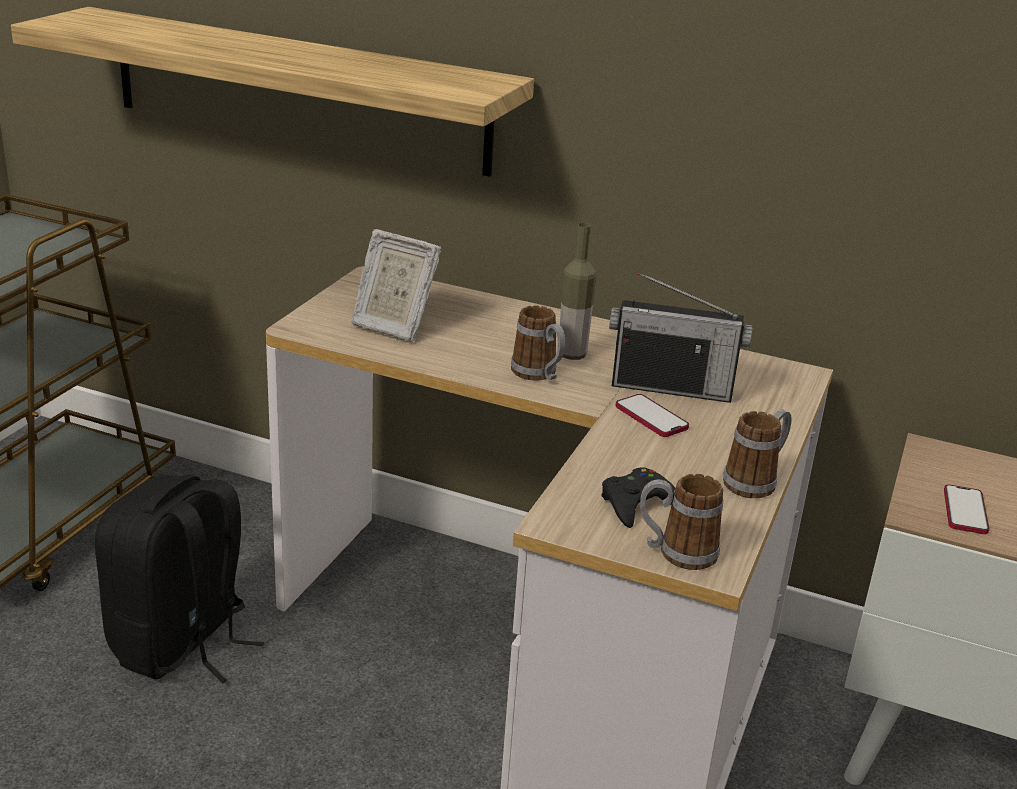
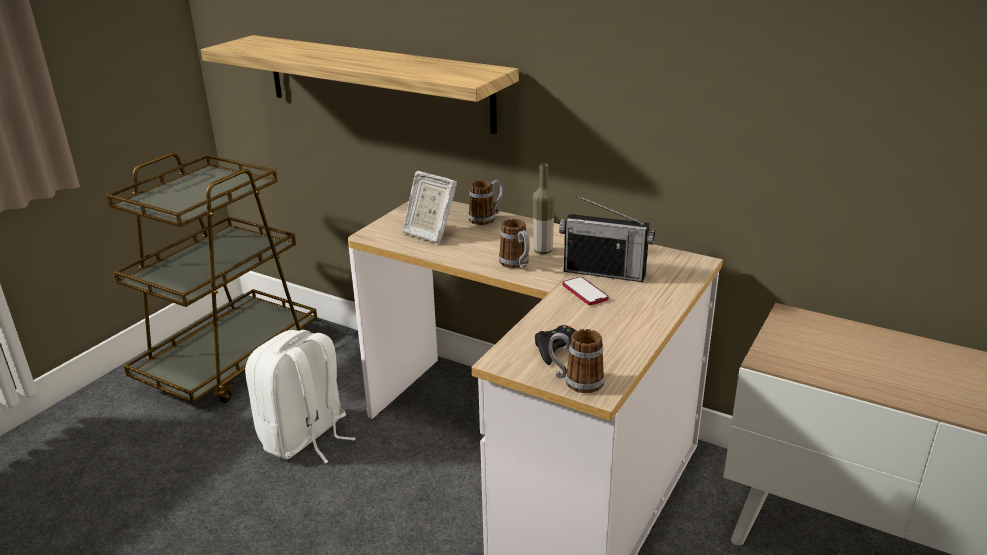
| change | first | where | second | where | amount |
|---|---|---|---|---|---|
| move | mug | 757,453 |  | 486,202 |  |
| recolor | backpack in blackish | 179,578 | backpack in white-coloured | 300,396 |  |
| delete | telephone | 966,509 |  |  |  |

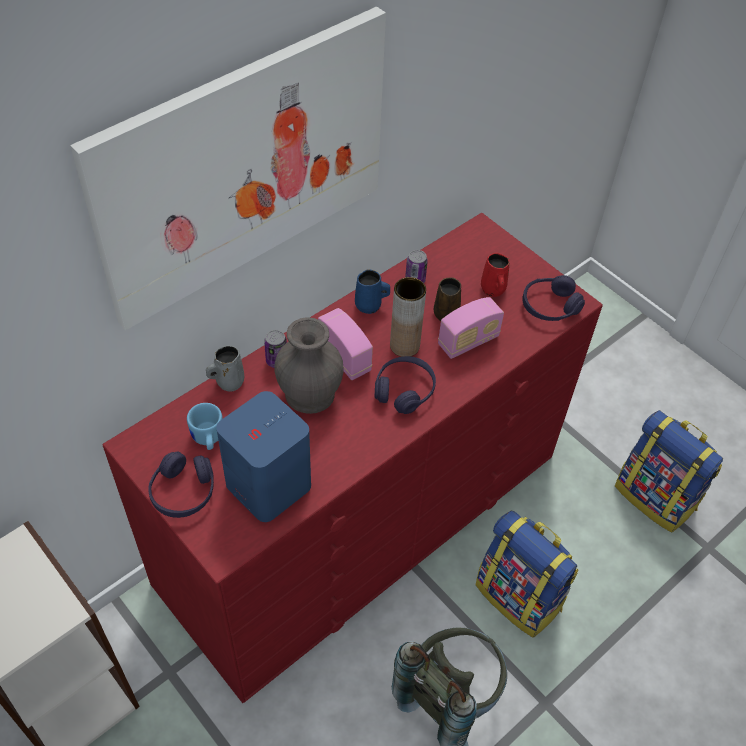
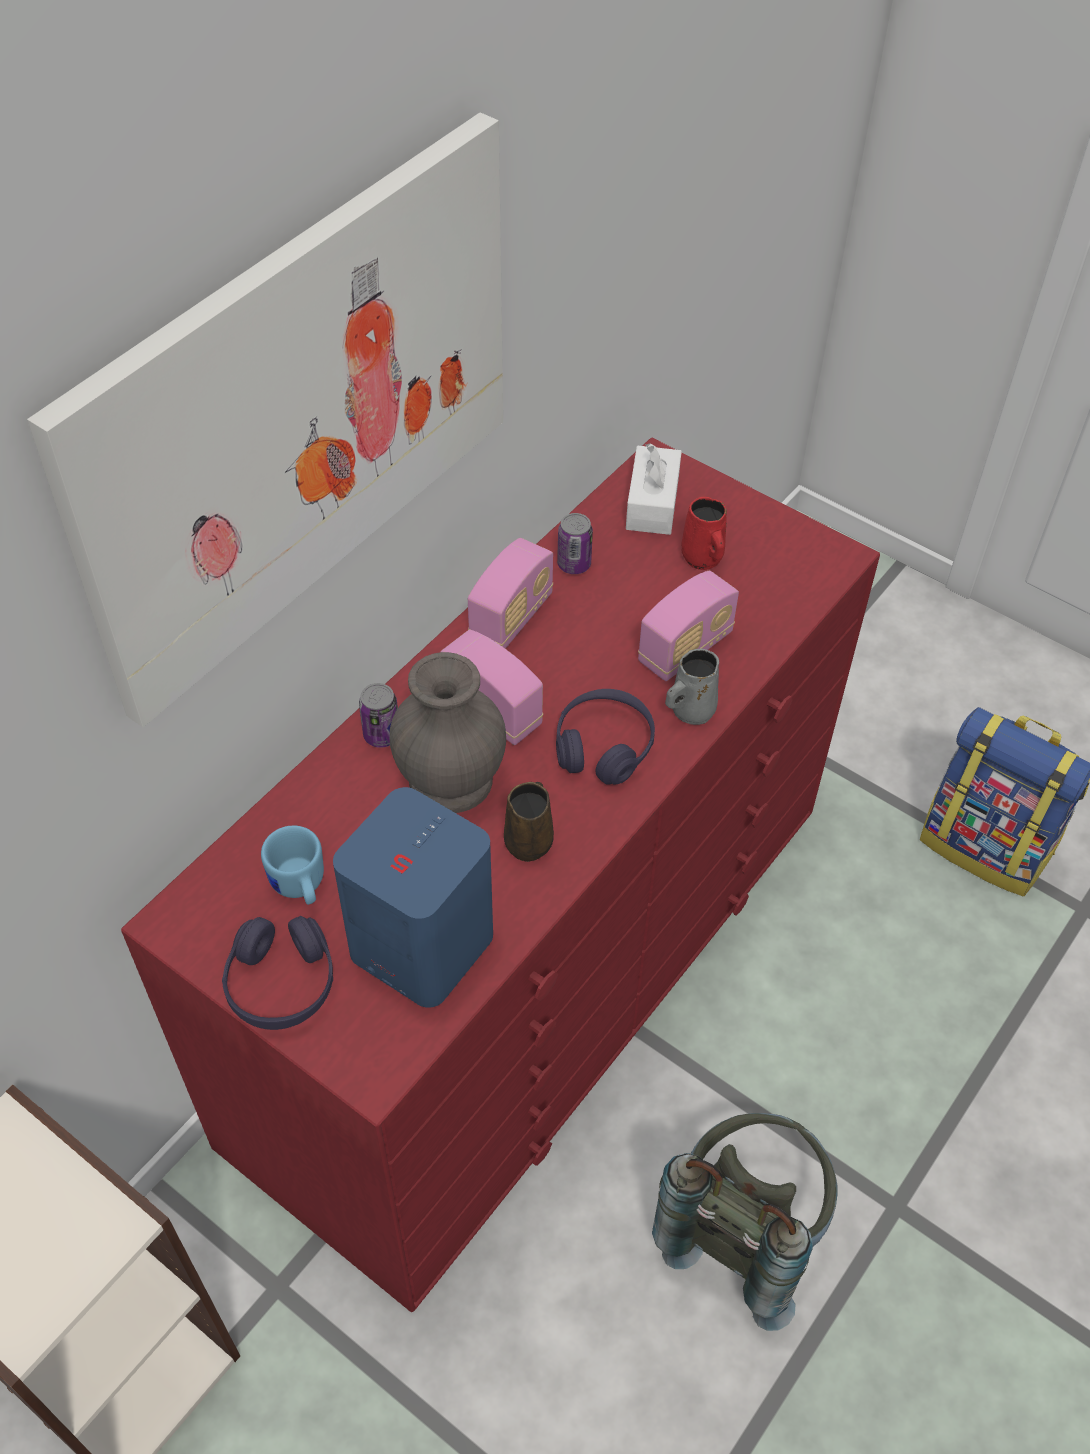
| change | first | where | second | where | amount |
|---|---|---|---|---|---|
| replace | mug in blue | 372,291 | radio | 510,593 |  |
| delete | headset in purplish | 553,298 |  |  |  |
| delete | flower vase in brownish | 408,317 |  |  |  |
| move | mug in brownish | 447,299 |  | 529,822 |  |
| move | mug in gray | 225,368 |  | 692,687 |  |
| delete | backpack | 527,574 |  |  |  |
| insert |  |  | tissue box in white-coloured | 654,489 |  |

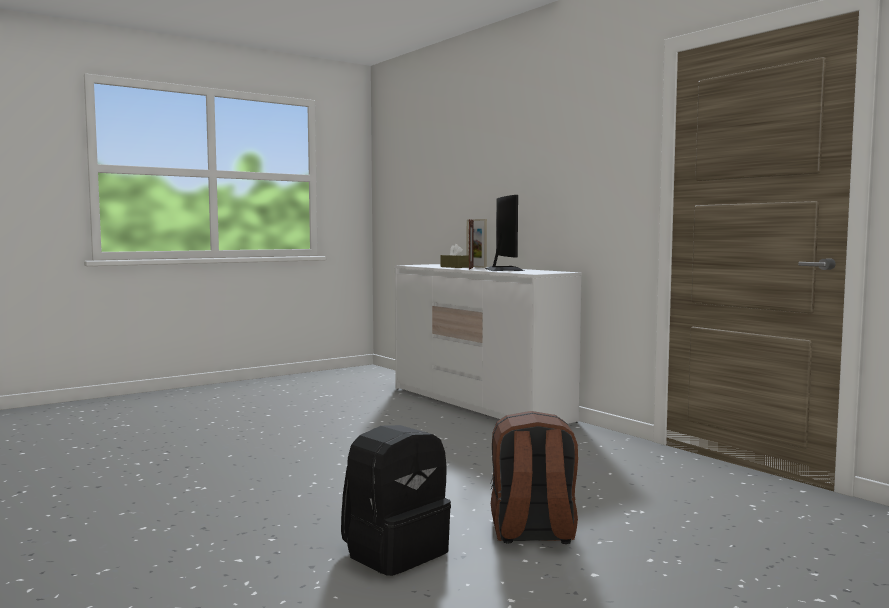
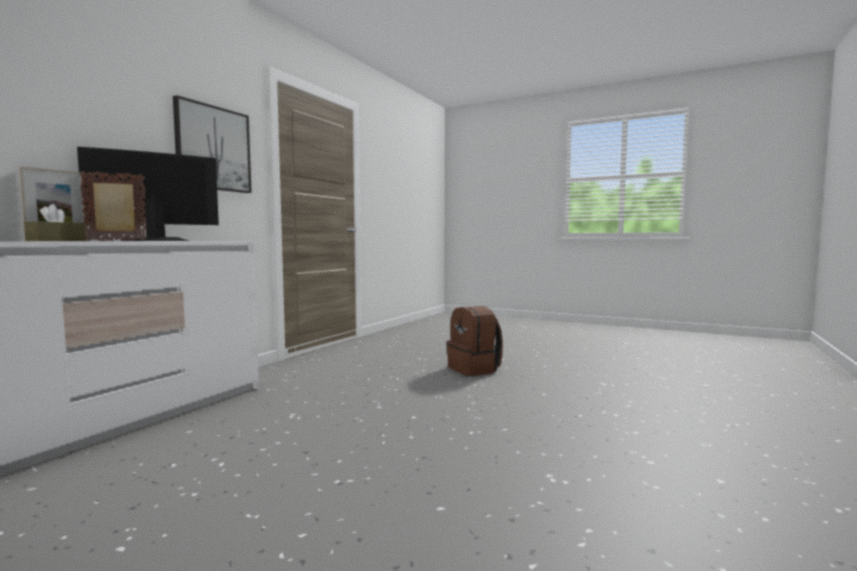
| change | first | where | second | where | amount |
|---|---|---|---|---|---|
| delete | backpack in blackish | 396,500 |  |  |  |
| insert |  |  | picture | 212,144 |  |

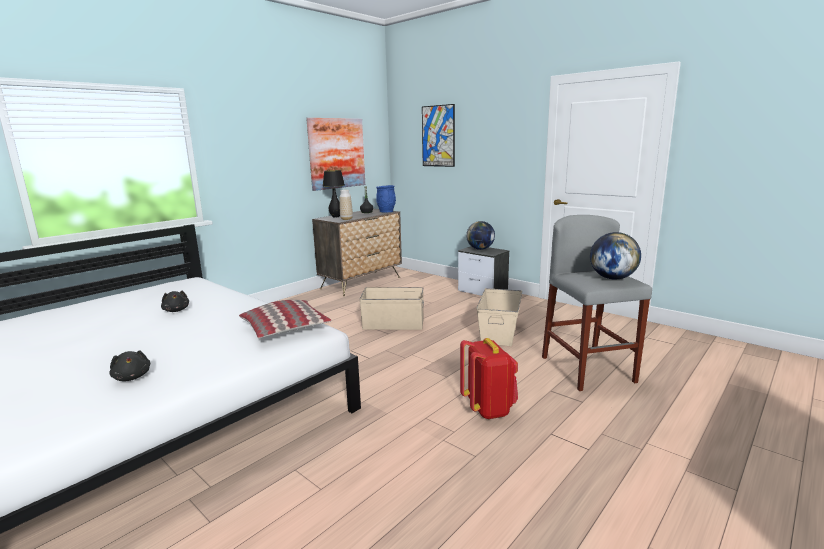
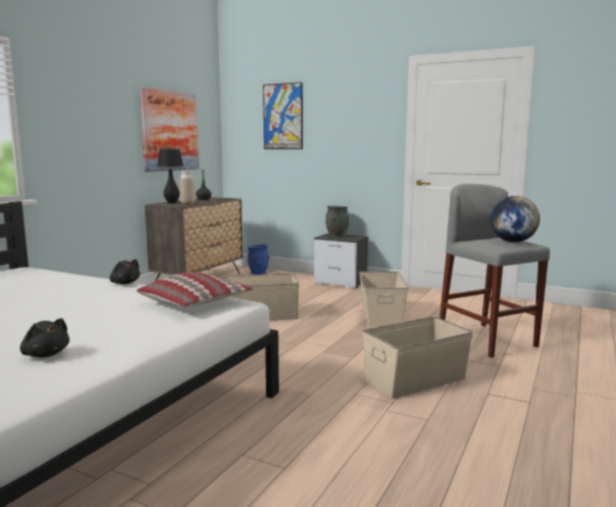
| change | first | where | second | where | amount |
|---|---|---|---|---|---|
| move | flower vase in blue | 386,199 |  | 258,260 |  |
| replace | globe | 480,235 | flower vase in gray | 337,221 |  |
| move | soft toy in blackish | 175,301 |  | 125,271 |  |
| replace | backpack in red | 489,378 | storage container in beige-coloured | 418,357 |  |

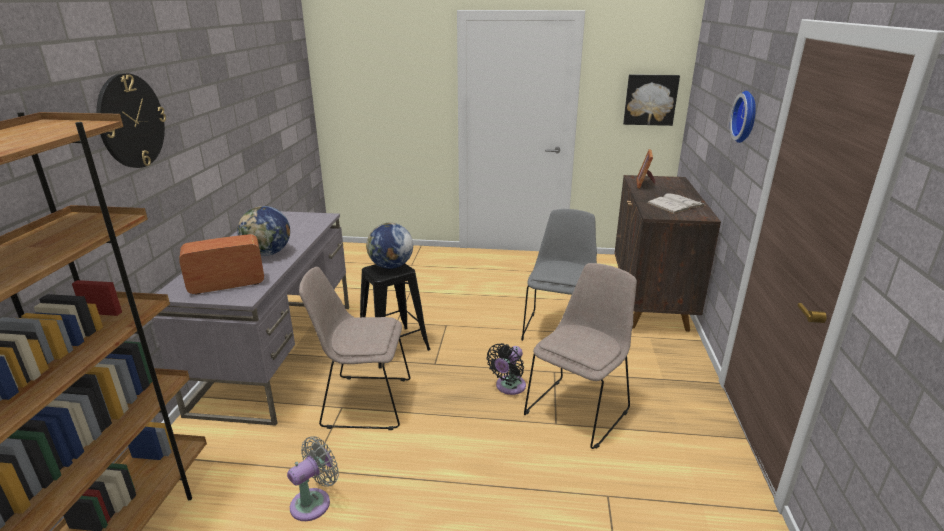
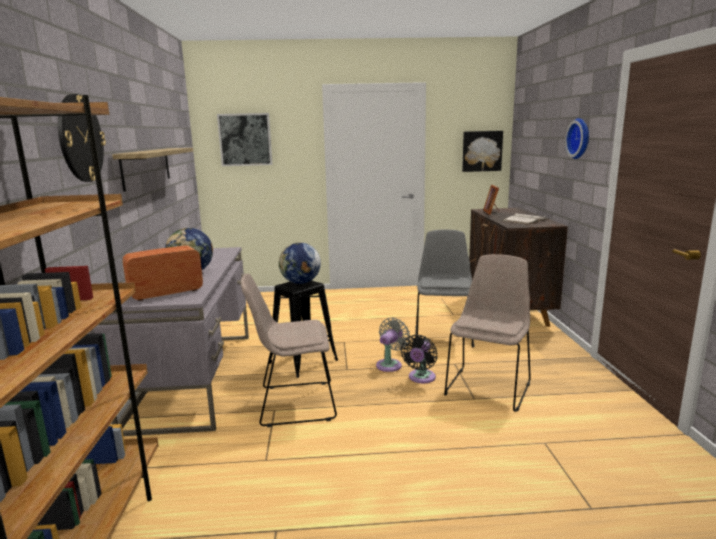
| change | first | where | second | where | amount |
|---|---|---|---|---|---|
| move | fan in gray | 313,478 |  | 393,344 |  |
| insert |  |  | picture | 244,139 |  |
| insert |  |  | bracket shelf | 152,170 |  |

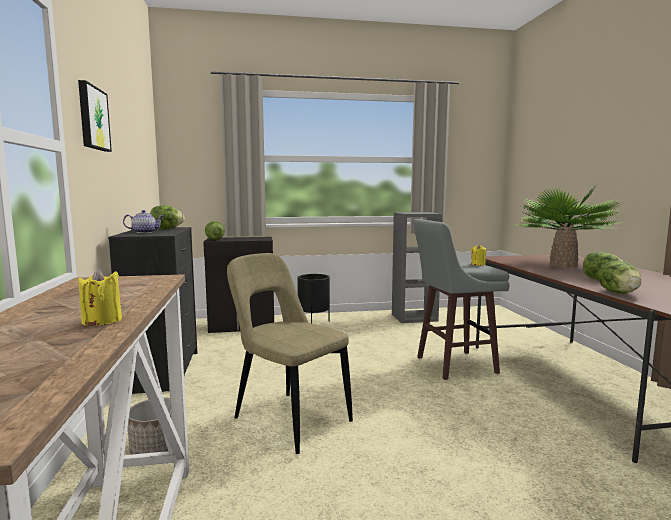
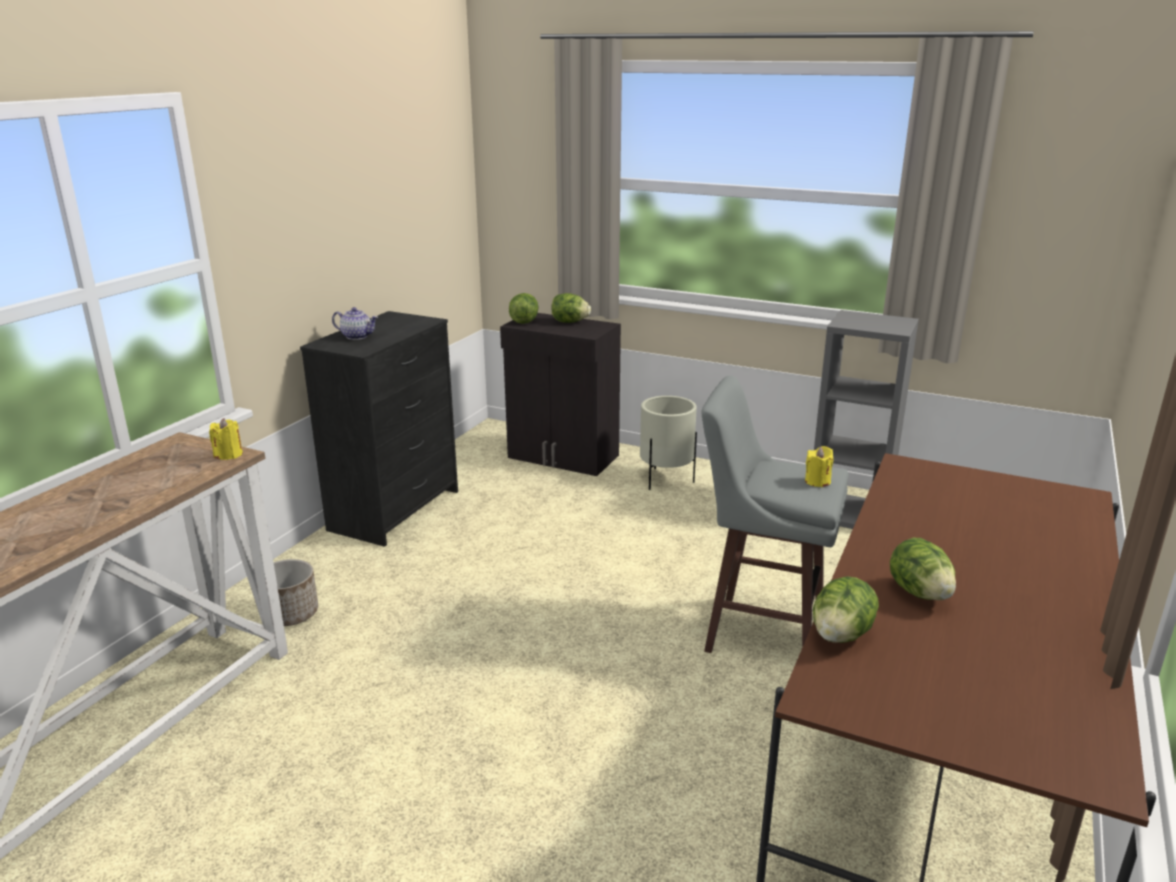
| change | first | where | second | where | amount |
|---|---|---|---|---|---|
| delete | picture | 95,116 |  |  |  |
| delete | plant in a pot | 568,227 |  |  |  |
| move | lettuce | 167,218 |  | 571,308 |  |
| delete | plain chair in beige-coloured | 290,353 |  |  |  |
| move | wax candle in yellow-coloured | 100,297 |  | 226,439 |  |
| recolor | plant pot in blackish | 313,298 | plant pot in beige-coloured | 668,443 |  |

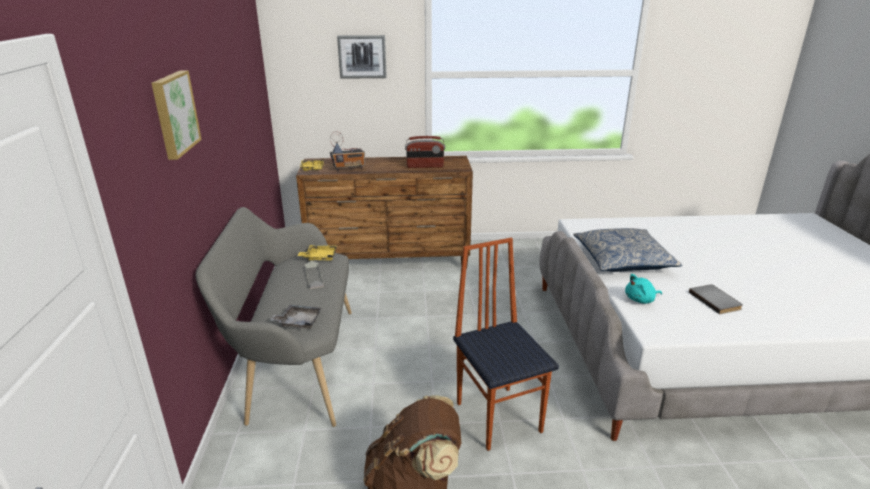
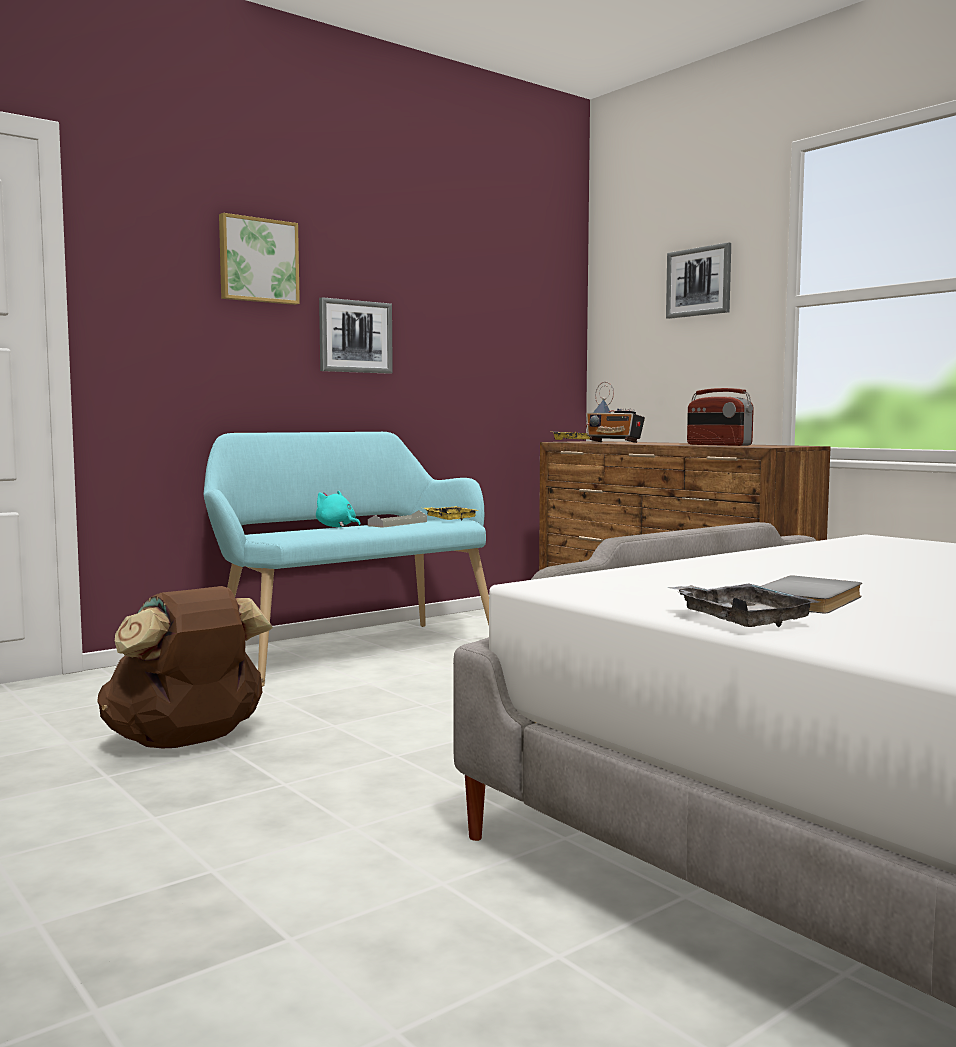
| change | first | where | second | where | amount |
|---|---|---|---|---|---|
| recolor | long seat in gray | 274,317 | long seat in turquoise-coloured | 346,559 |  |
| delete | throw pillow | 627,250 |  |  |  |
| delete | plain chair | 506,344 |  |  |  |
| move | soft toy in turquoise-coloured | 643,289 |  | 338,509 |  |
| move | serving tray in gray | 295,317 |  | 744,605 |  |
| insert |  |  | picture | 356,335 |  |

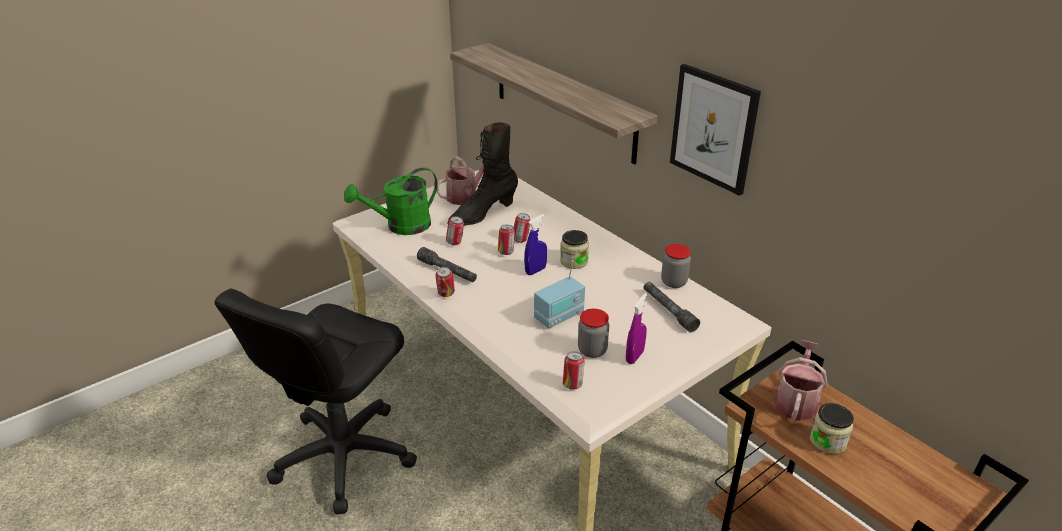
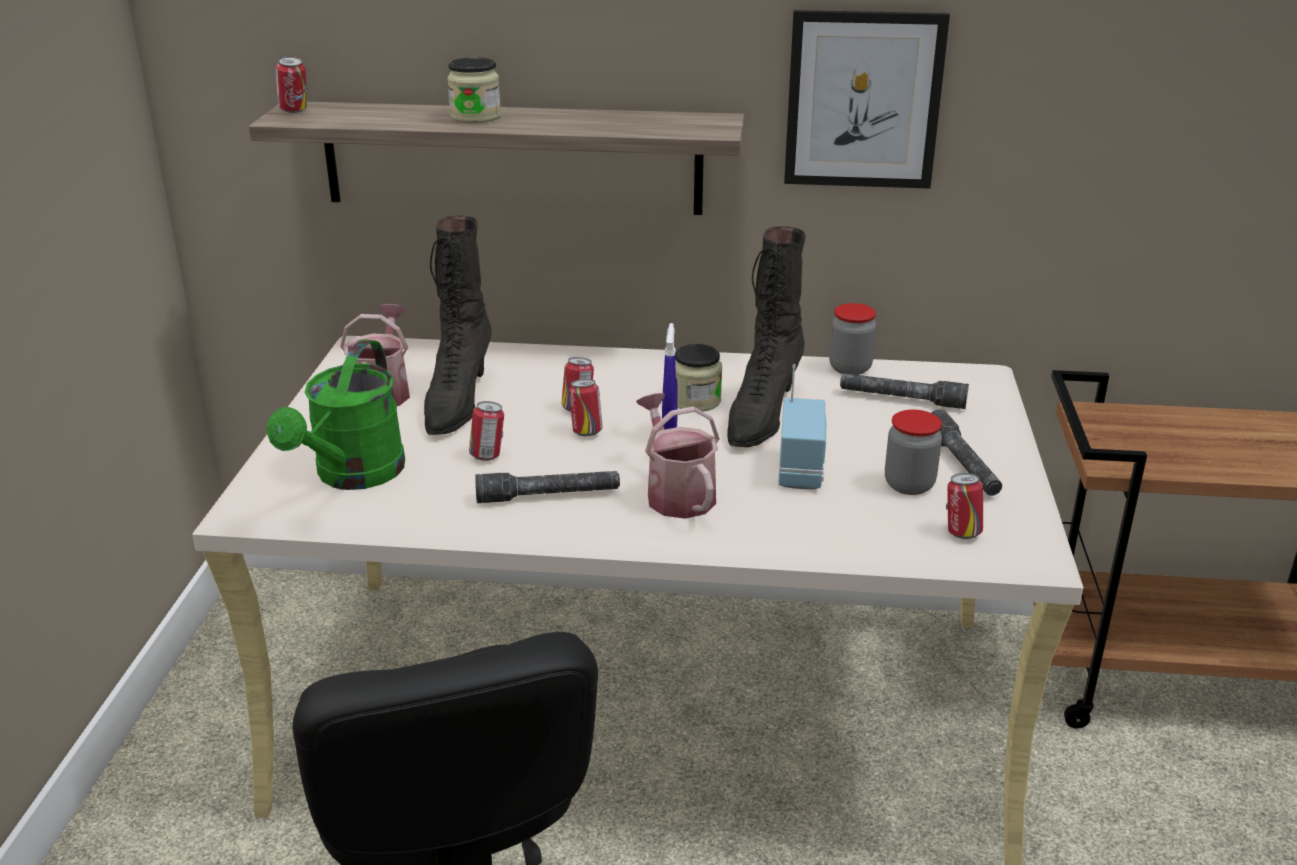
| change | first | where | second | where | amount |
|---|---|---|---|---|---|
| move | sealed can | 445,282 |  | 291,84 |  |
| replace | hand sprayer in purplish | 636,328 | torch in gray | 966,453 |  |
| move | watering can | 800,380 |  | 678,456 |  |
| move | preserve jar | 832,428 |  | 474,90 |  |
| insert |  |  | tall boot in blackish | 766,336 |  |

